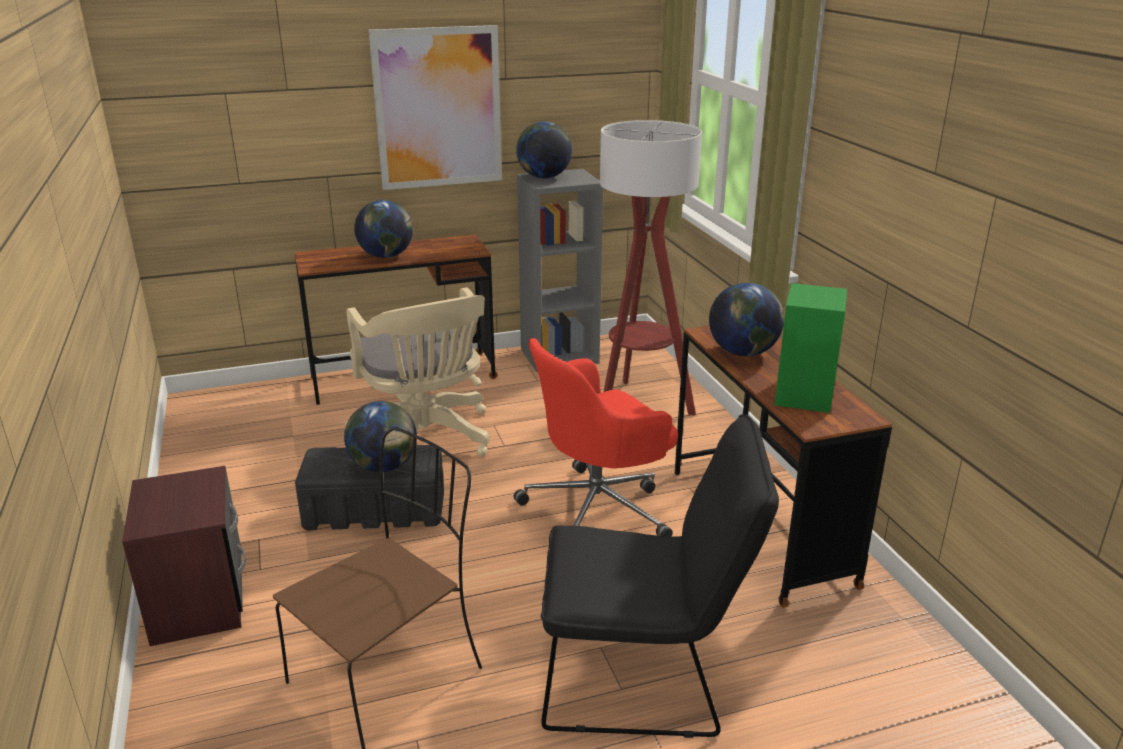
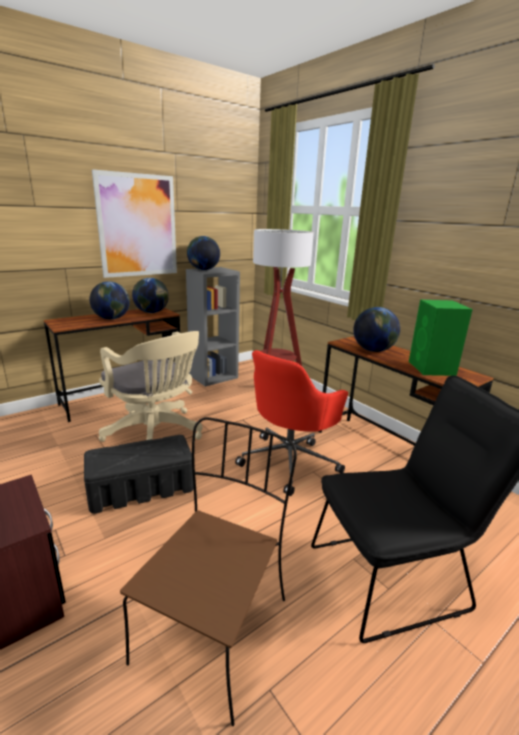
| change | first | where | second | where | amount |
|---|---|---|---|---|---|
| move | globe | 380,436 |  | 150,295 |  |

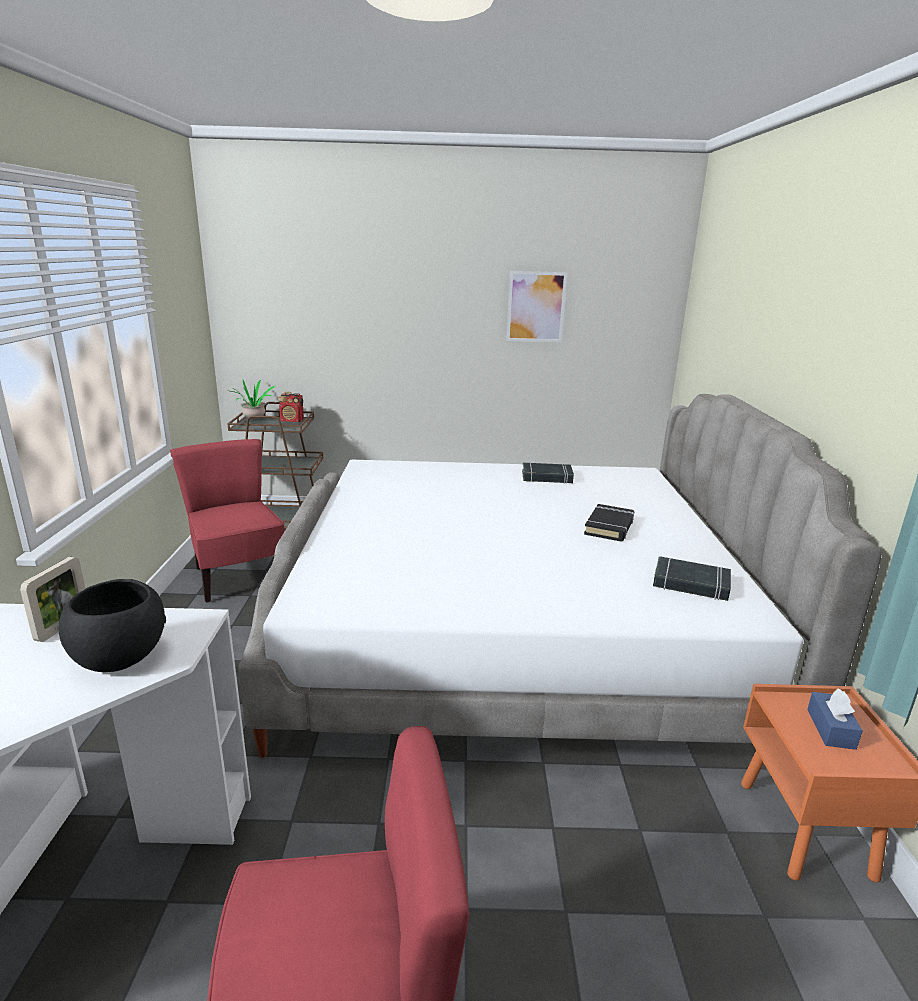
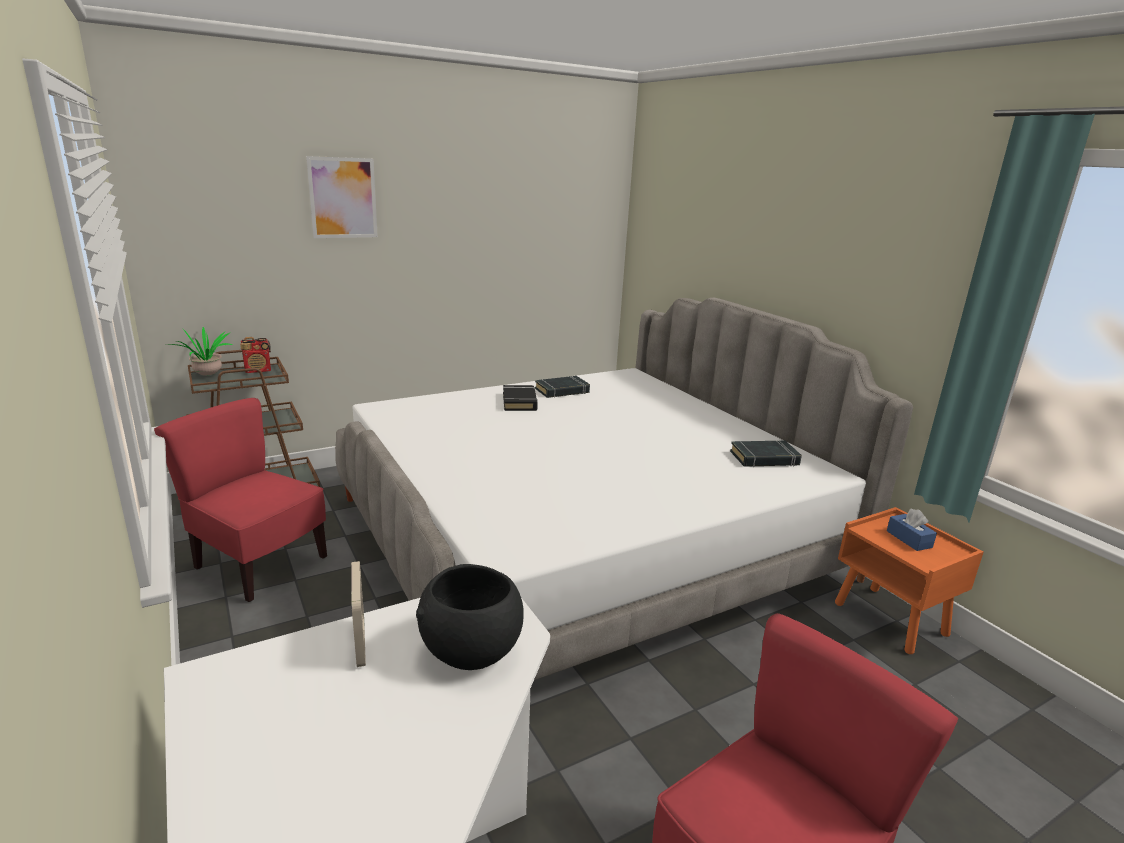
| change | first | where | second | where | amount |
|---|---|---|---|---|---|
| move | picture | 537,307 |  | 342,197 |  |
| move | bound book in blackish | 609,523 |  | 520,398 |  |

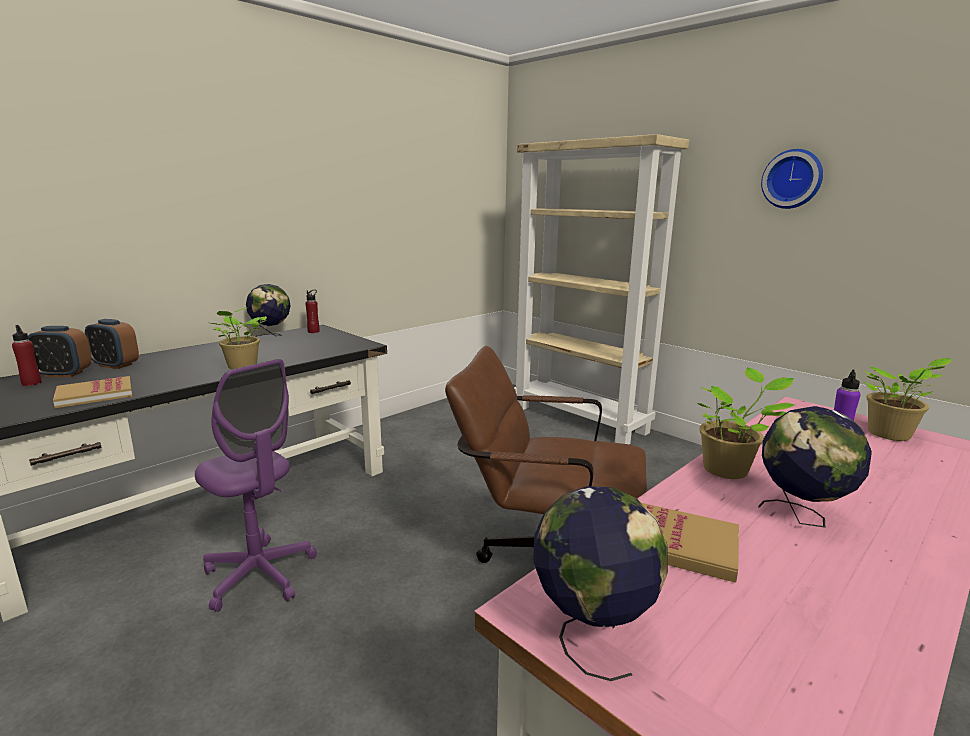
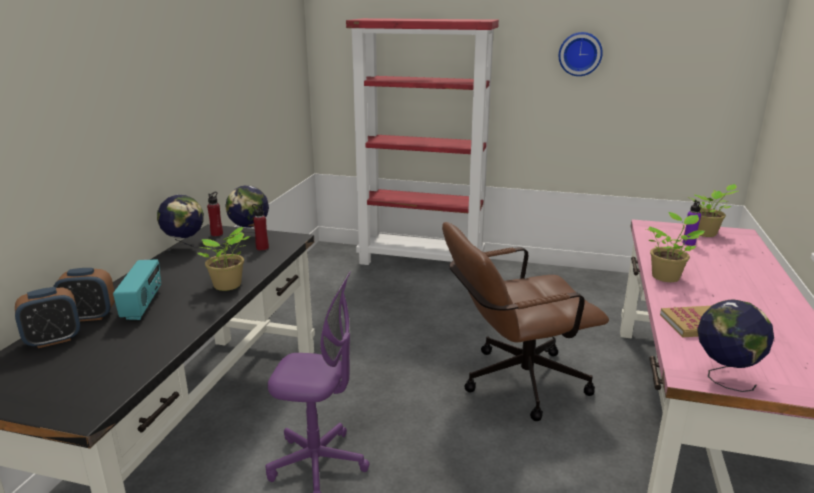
| change | first | where | second | where | amount |
|---|---|---|---|---|---|
| recolor | bookcase in beige-coloured | 601,289 | bookcase in red | 422,141 |  |
| move | beverage bottle in red | 27,355 |  | 260,227 |  |
| delete | bound book | 92,392 |  |  |  |
| move | globe | 815,467 |  | 247,212 |  |
| insert |  |  | radio | 137,289 |  |

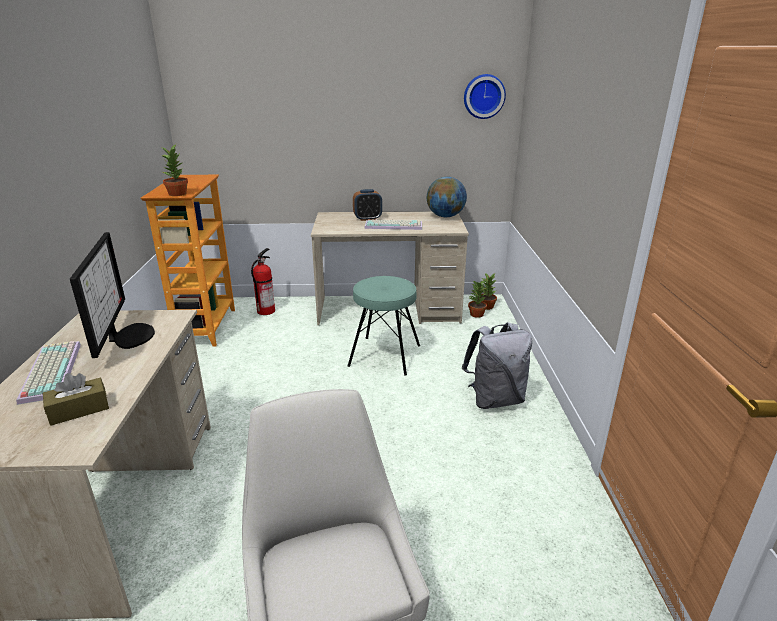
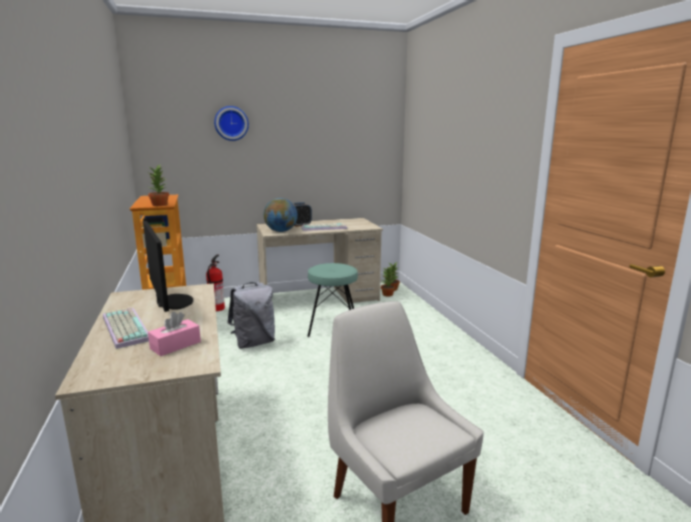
| change | first | where | second | where | amount |
|---|---|---|---|---|---|
| move | hanging clock | 485,96 |  | 231,123 |  |
| move | globe | 447,196 |  | 281,215 |  |
| move | backpack in gray | 497,365 |  | 251,315 |  |
| recolor | tissue box in brownish | 76,399 | tissue box in pink-coloured | 174,334 |  |

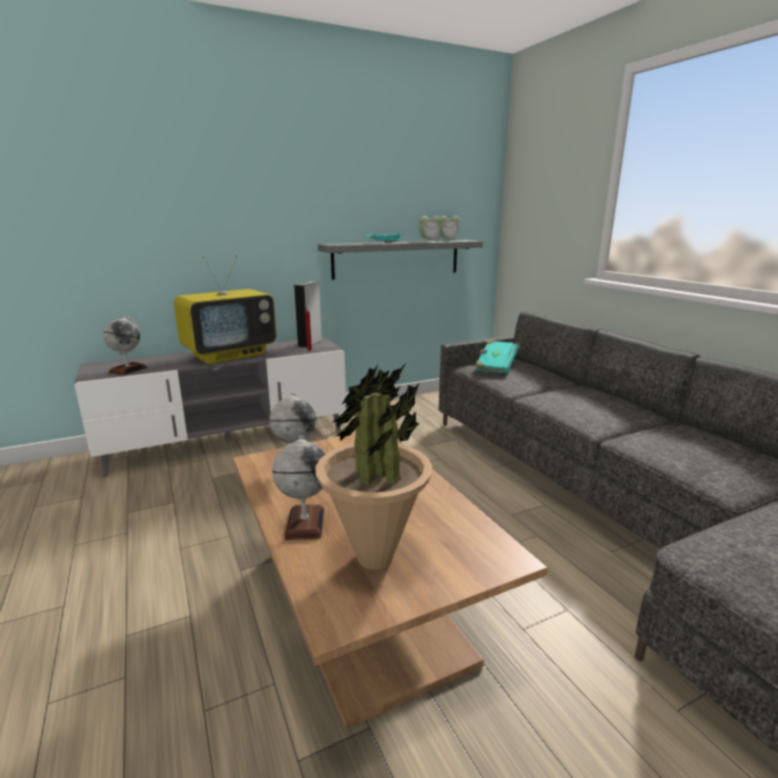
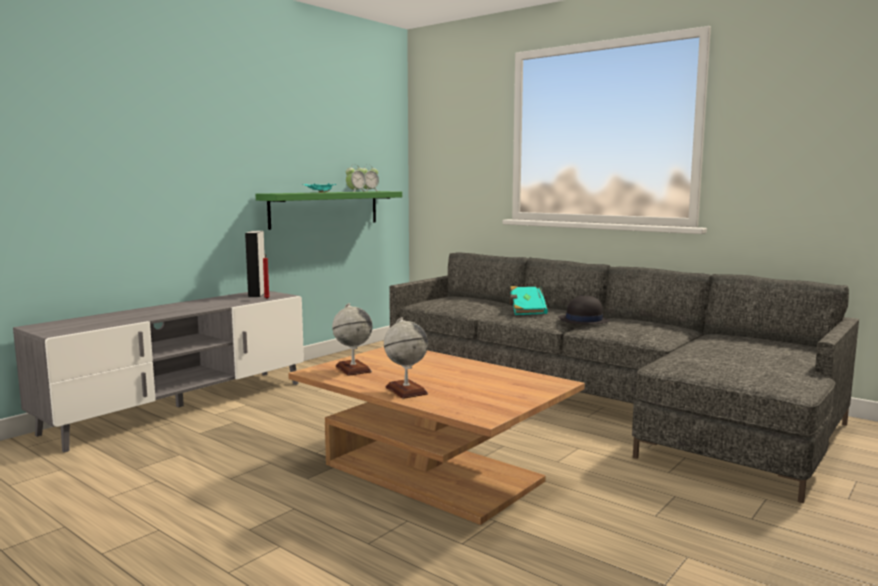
| change | first | where | second | where | amount |
|---|---|---|---|---|---|
| recolor | bracket shelf in gray | 400,260 | bracket shelf in greenish | 328,210 |  |
| delete | TV | 225,309 |  |  |  |
| delete | globe | 125,346 |  |  |  |
| move | bound book in turquoise-coloured | 497,356 |  | 529,300 |  |
| delete | plant in a pot | 373,466 |  |  |  |
| insert |  |  | wearable hat in blackish | 584,309 |  |

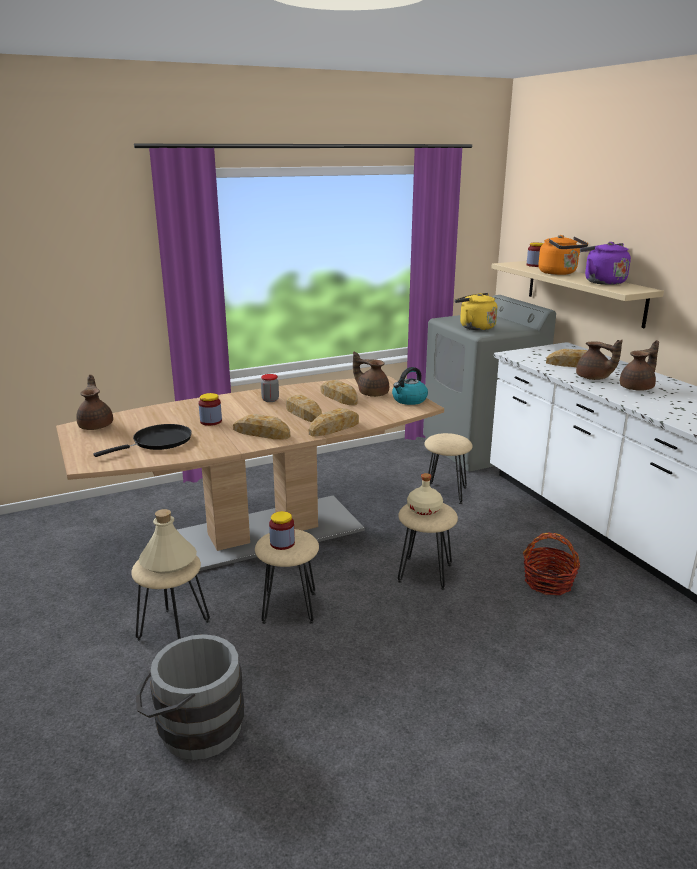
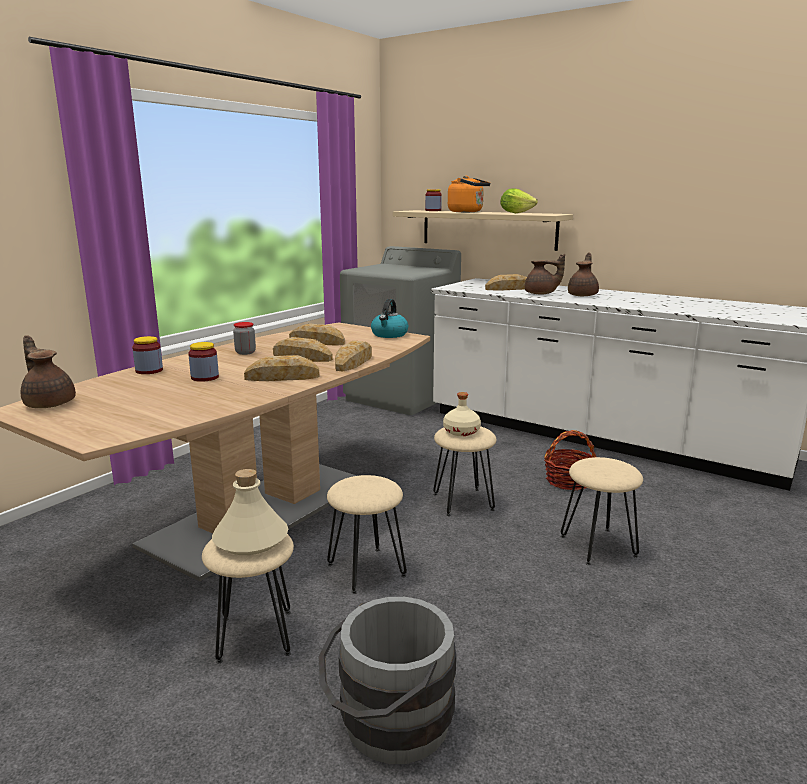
| change | first | where | second | where | amount |
|---|---|---|---|---|---|
| replace | water kettle in purplish | 605,263 | lettuce | 518,200 |  |
| delete | water kettle in yellow-coloured | 476,311 |  |  |  |
| delete | pot for tea in brownish | 371,374 |  |  |  |
| delete | pan in blackish | 143,440 |  |  |  |
| move | stool in beige-coloured | 448,468 |  | 602,511 |  |
| move | preserve jar | 282,530 |  | 147,355 |  |

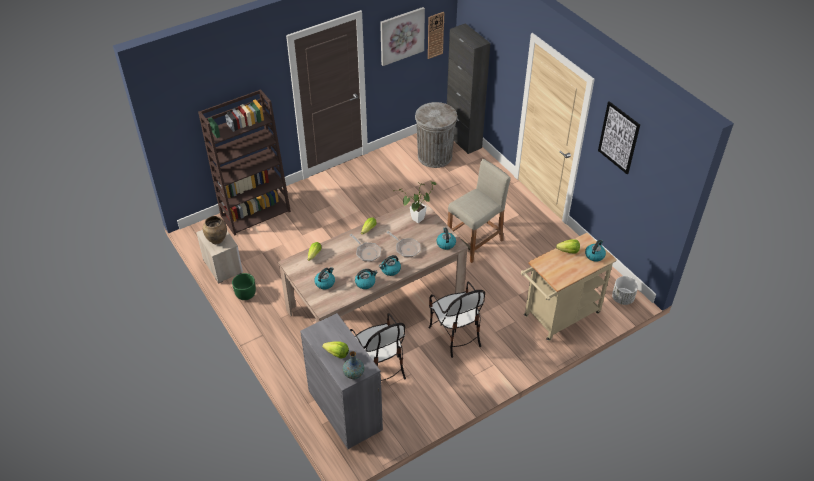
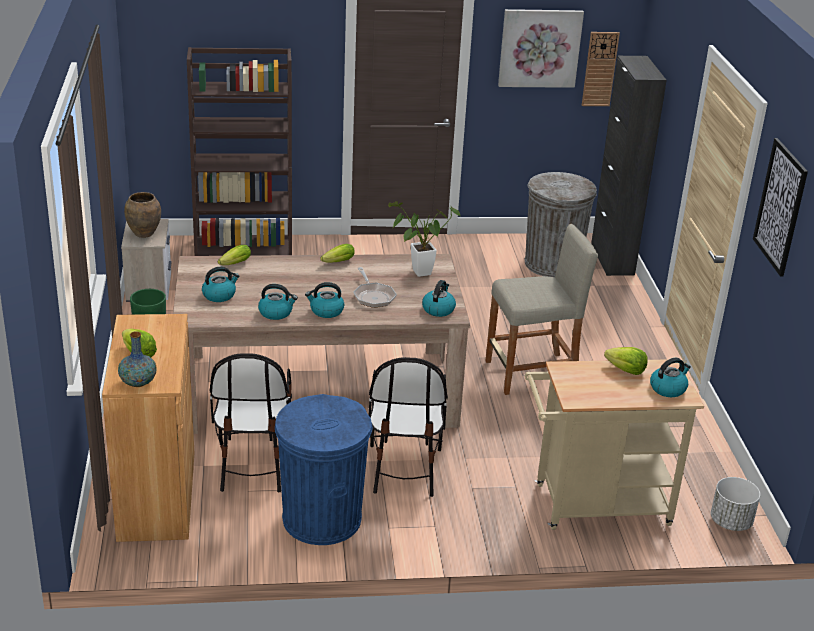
| change | first | where | second | where | amount |
|---|---|---|---|---|---|
| delete | pan | 365,248 |  |  |  |
| recolor | storage cabinet in gray | 341,381 | storage cabinet in brownish | 148,428 |  |
| insert |  |  | rubbish bin in blue | 324,469 |  |

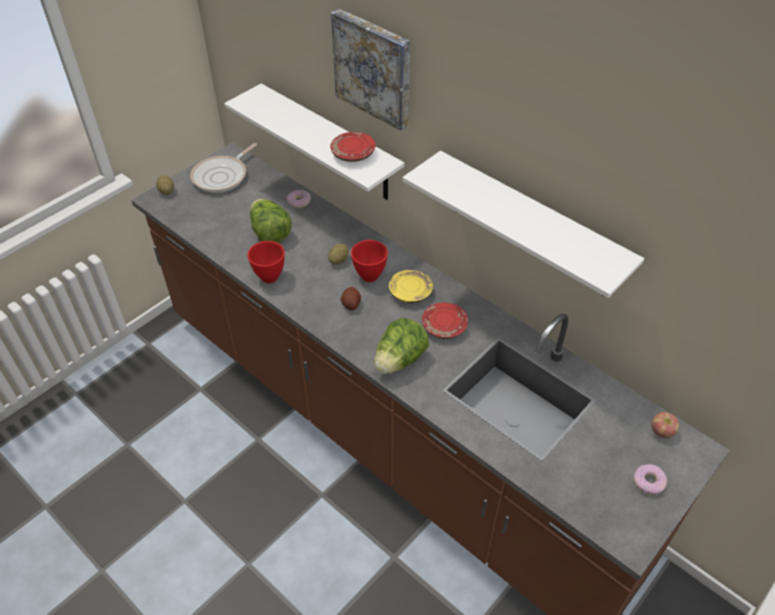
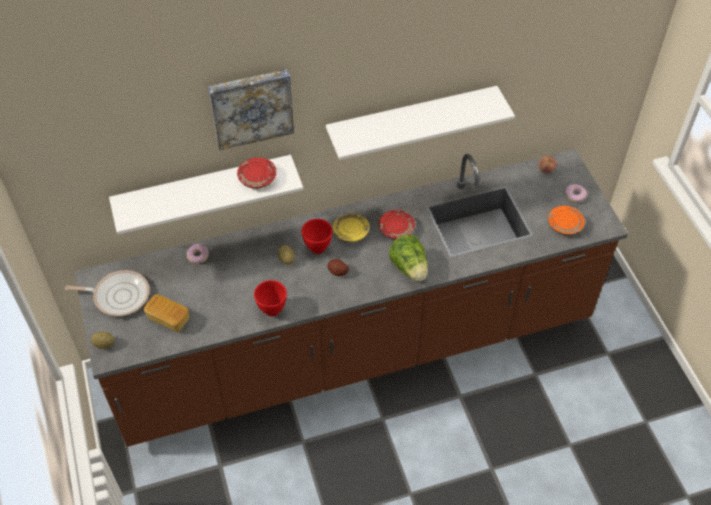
| change | first | where | second | where | amount |
|---|---|---|---|---|---|
| rotate | pan | 223,168 |  | 107,293 | 60 degrees counterclockwise |
| delete | lettuce | 271,221 |  |  |  |
| insert |  |  | dinner plate in orangey | 566,220 |  |
| insert |  |  | baked bread | 166,313 |  |

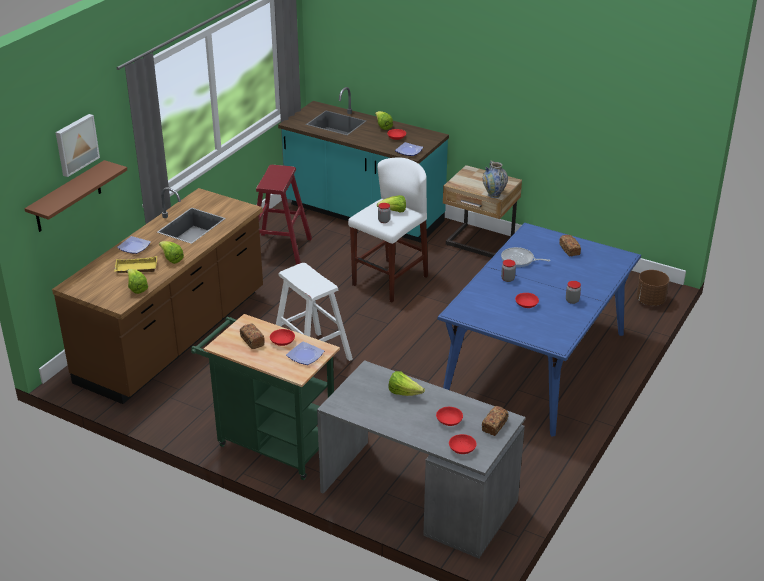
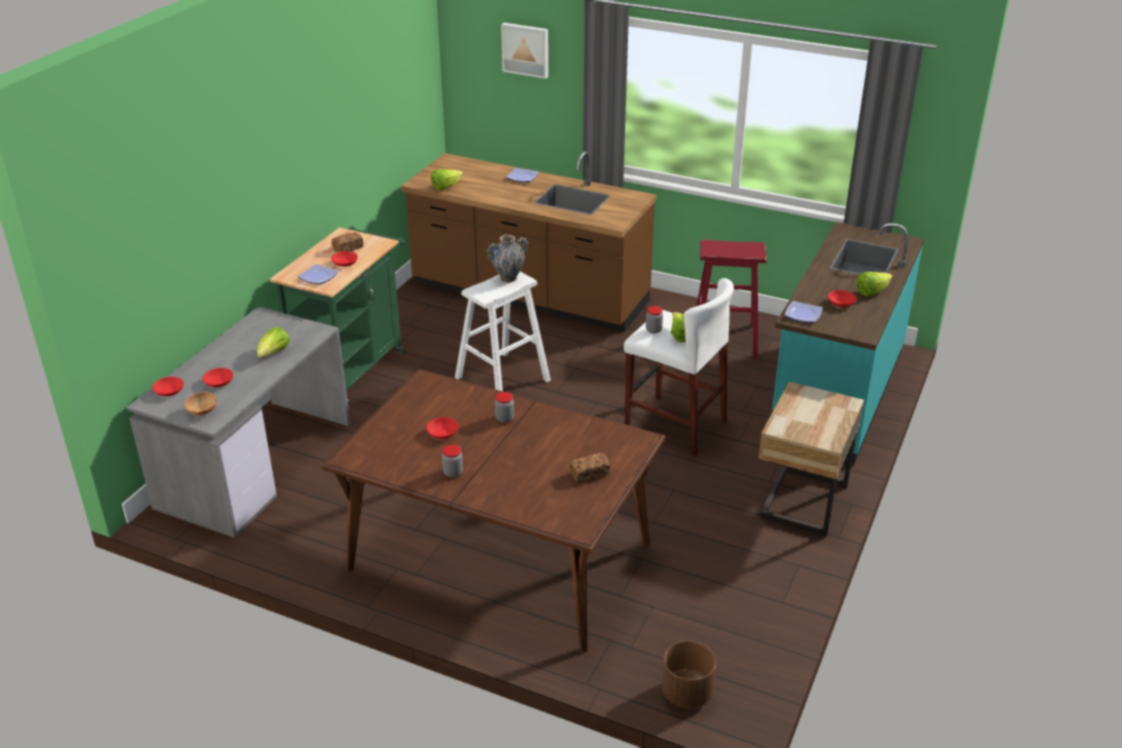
| change | first | where | second | where | amount |
|---|---|---|---|---|---|
| delete | bracket shelf in brownish | 75,196 |  |  |  |
| move | flower vase | 495,179 |  | 508,259 |  |
| recolor | kitchen table in blue | 539,330 | kitchen table in brownish | 493,511 |  |
| delete | lettuce | 171,252 |  |  |  |
| delete | pan | 525,257 |  |  |  |
| delete | serving tray in yellow-coloured | 135,264 |  |  |  |
| replace | baked bread | 495,421 | deep dish in brownish | 201,403 |  |

